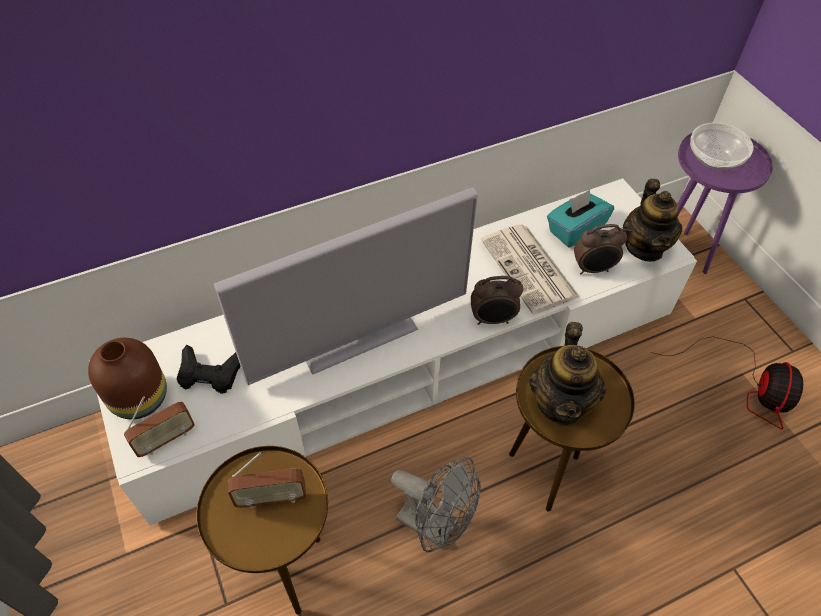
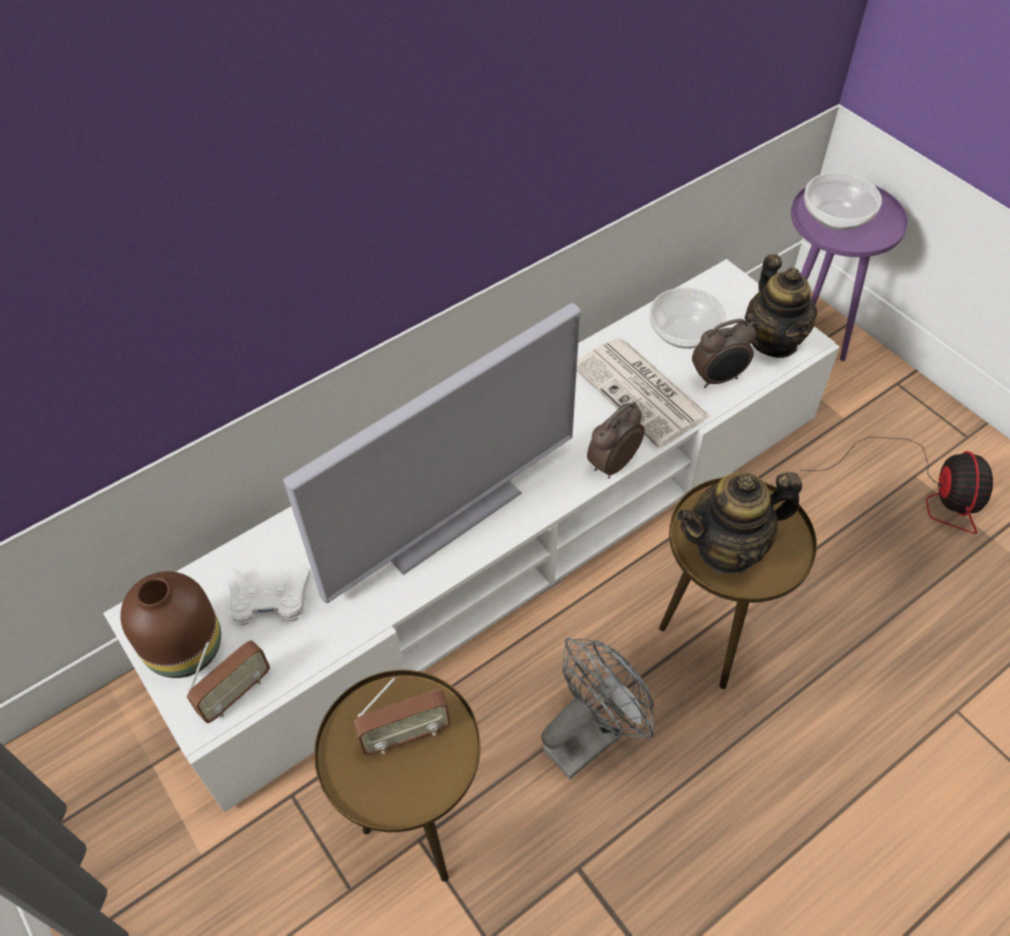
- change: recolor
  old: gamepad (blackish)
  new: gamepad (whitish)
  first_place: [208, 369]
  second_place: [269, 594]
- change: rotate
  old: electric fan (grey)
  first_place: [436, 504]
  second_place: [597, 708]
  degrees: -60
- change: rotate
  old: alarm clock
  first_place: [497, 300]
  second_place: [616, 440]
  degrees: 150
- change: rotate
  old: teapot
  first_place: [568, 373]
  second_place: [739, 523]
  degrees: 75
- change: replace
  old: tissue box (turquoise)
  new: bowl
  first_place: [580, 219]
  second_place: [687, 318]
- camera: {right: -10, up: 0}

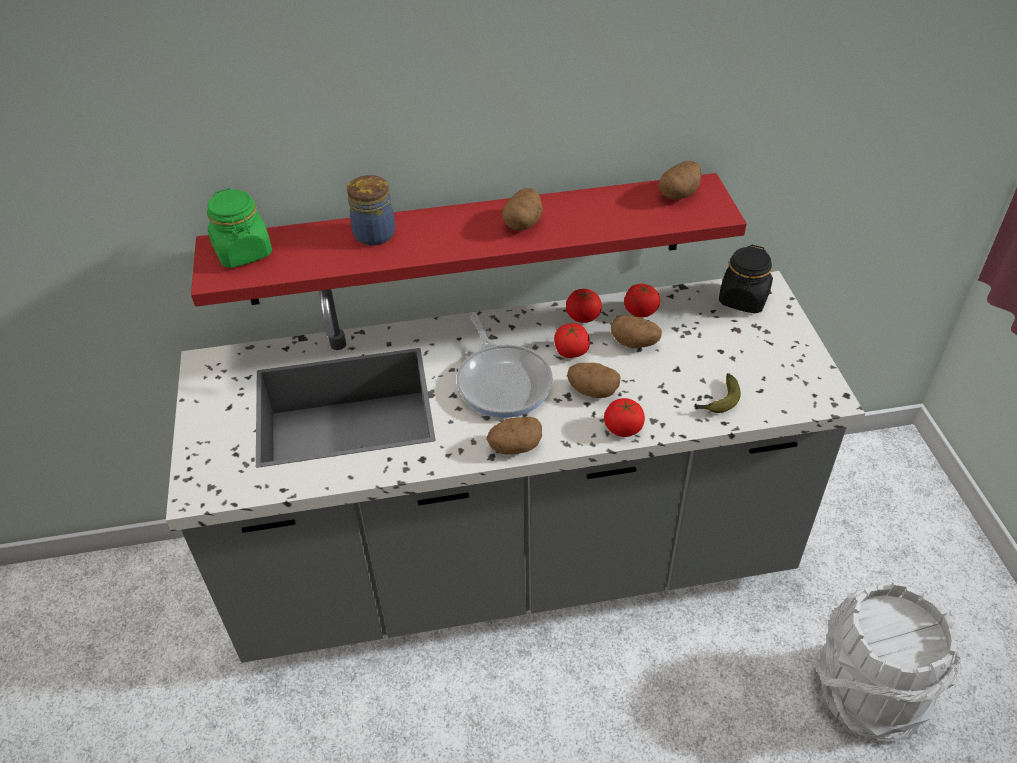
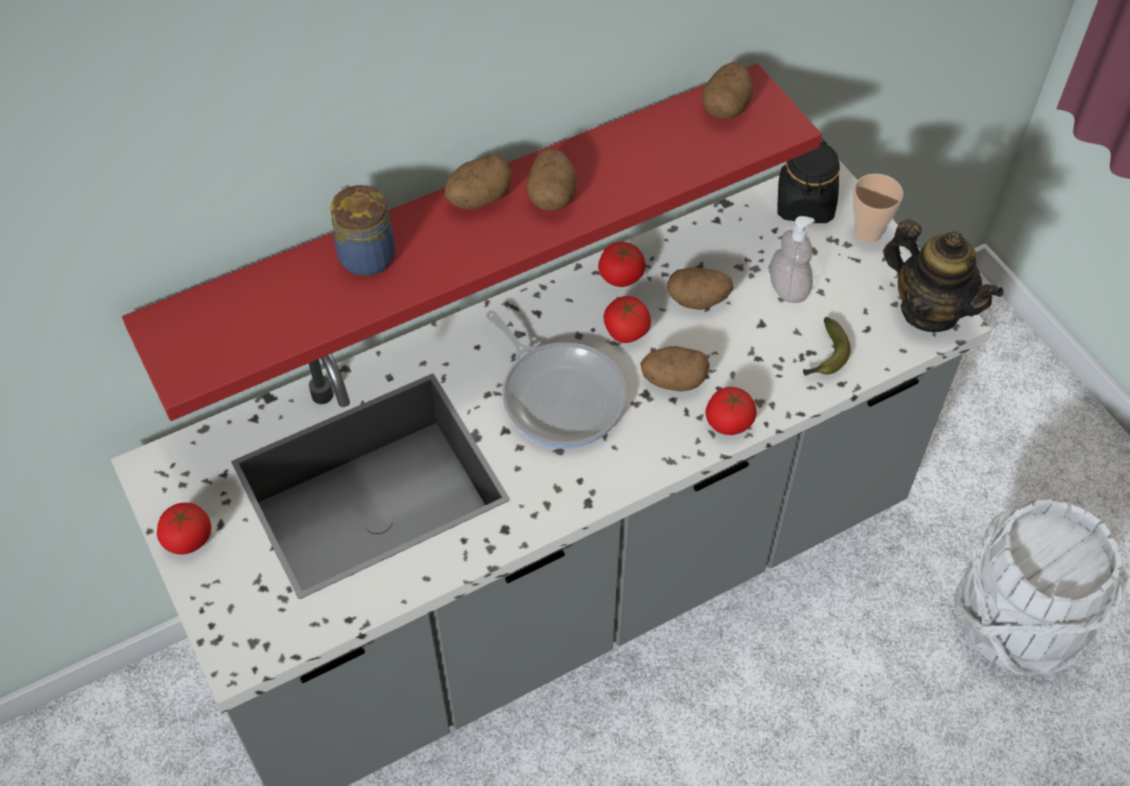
- change: delete
  old: storage jar (green)
  first_place: [239, 228]
- change: move
  old: potato
  first_place: [514, 436]
  second_place: [478, 182]
- change: move
  old: tomato
  first_place: [642, 300]
  second_place: [184, 529]
- change: insert
  new: soap bottle
  second_place: [792, 259]
- change: insert
  new: cup
  second_place: [878, 208]
- change: insert
  new: teapot
  second_place: [944, 275]
- camera: {right: -20, up: 10}

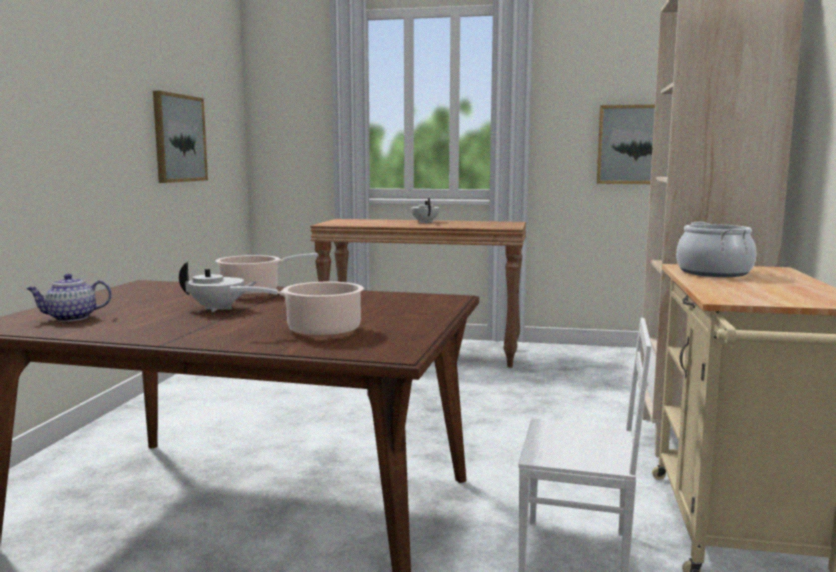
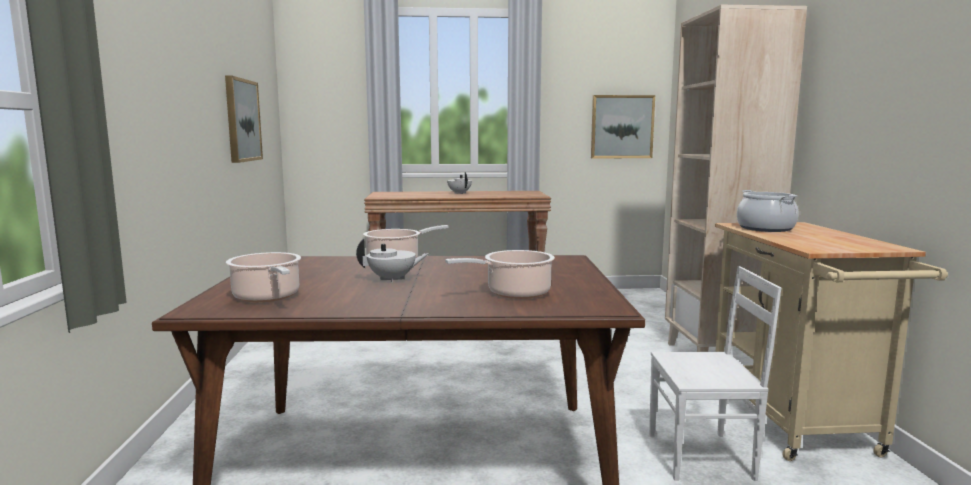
- change: replace
  old: teapot
  new: cooking pot
  first_place: [69, 298]
  second_place: [263, 277]
- camera: {right: -15, up: 0}

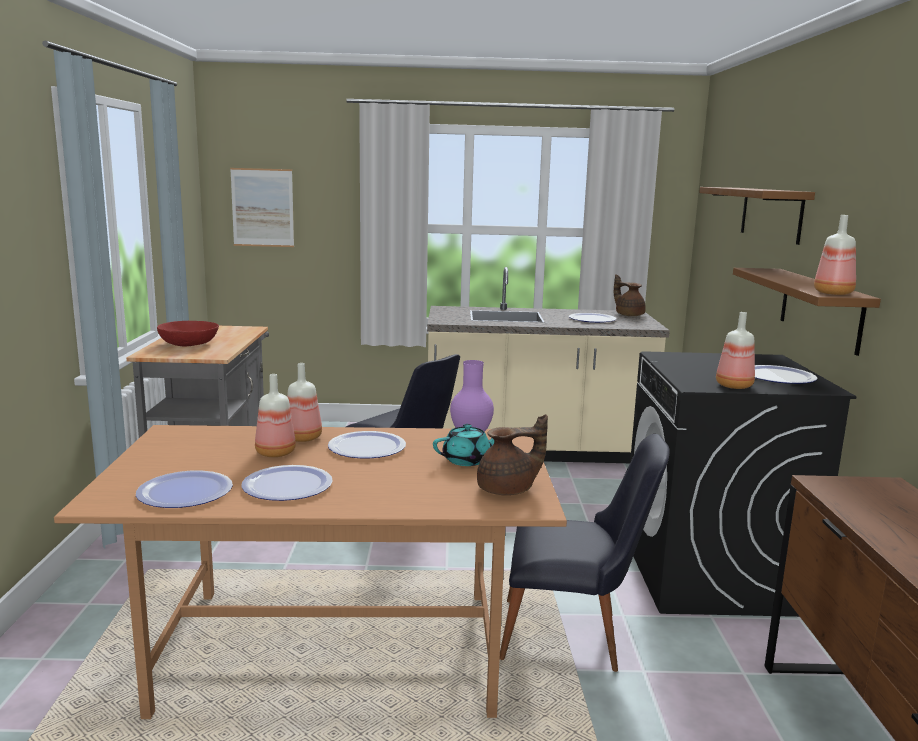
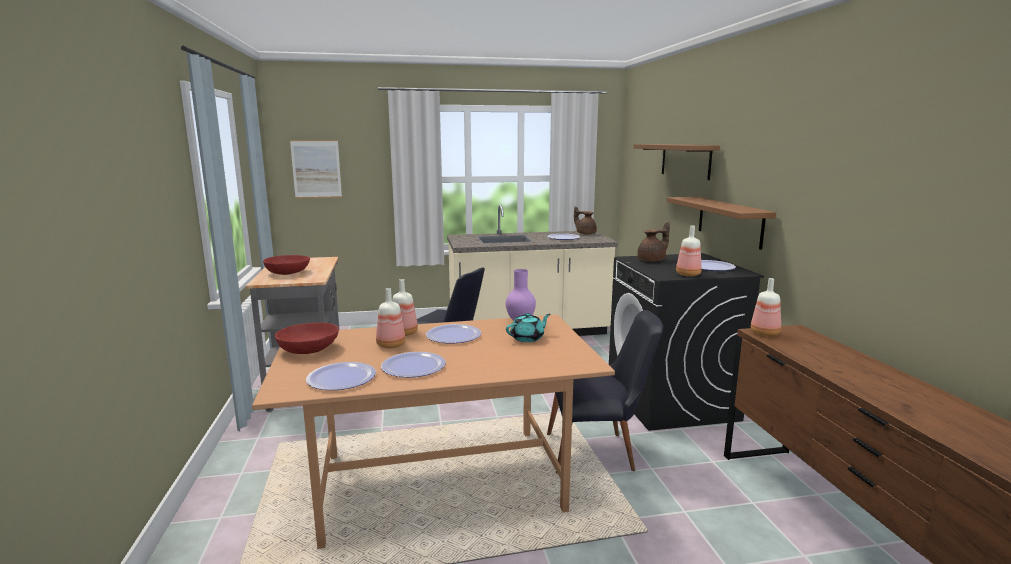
- change: move
  old: teapot (brownish)
  first_place: [512, 454]
  second_place: [653, 241]
- change: move
  old: drink bottle
  first_place: [835, 255]
  second_place: [766, 307]
- change: insert
  new: bowl (red-coloured)
  second_place: [307, 338]
- camera: {right: -10, up: 0}

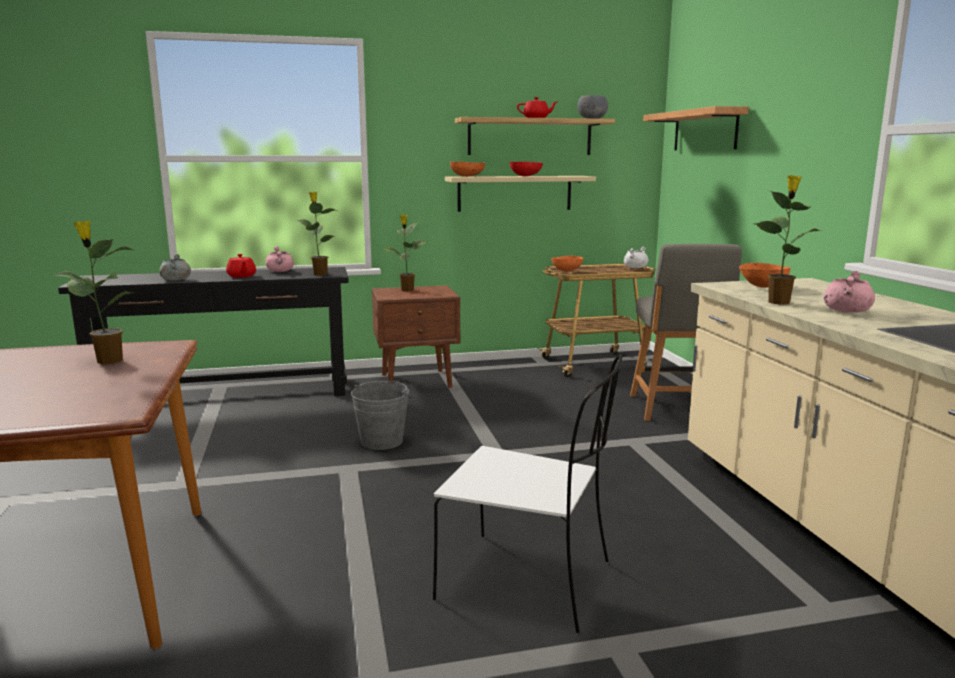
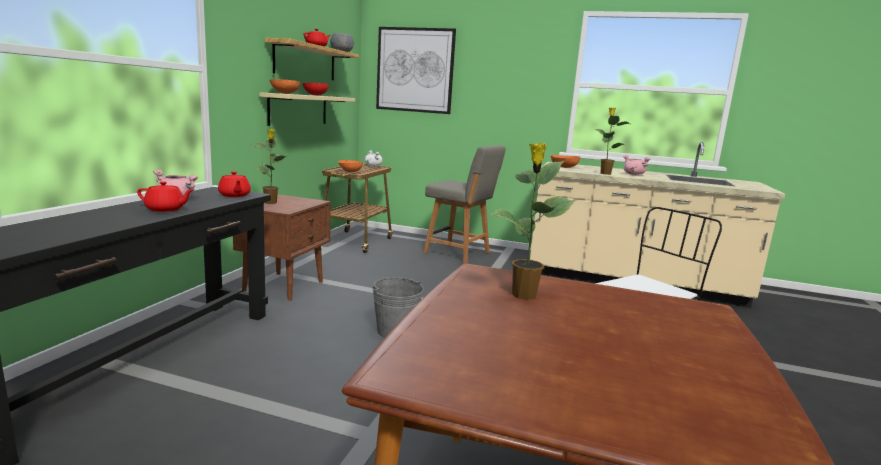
- change: delete
  old: cooking pot (grey)
  first_place: [175, 267]
- change: replace
  old: houseplant
  new: teapot (red-coloured)
  first_place: [317, 234]
  second_place: [234, 184]
- change: replace
  old: bracket shelf
  new: wall art
  first_place: [696, 128]
  second_place: [416, 70]
- camera: {right: -60, up: 0}

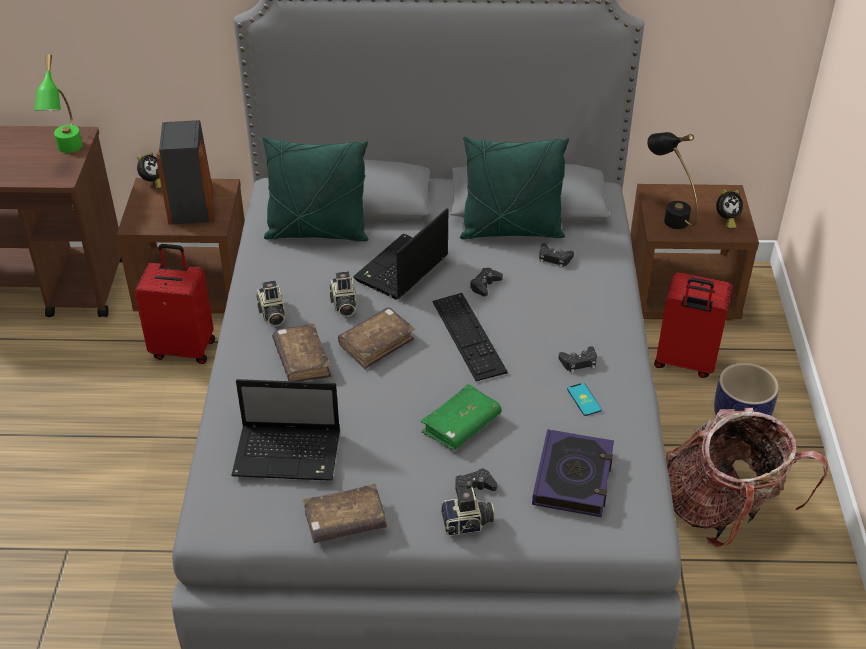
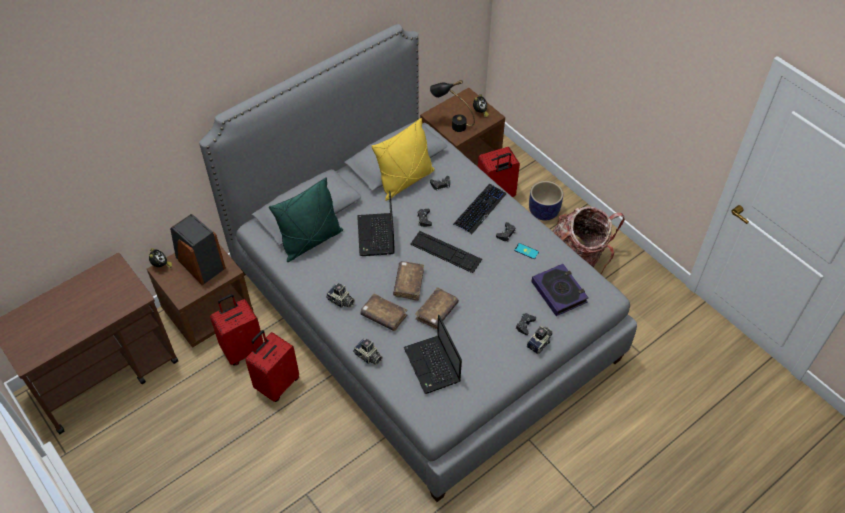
- change: delete
  old: tabletop lamp (green)
  first_place: [58, 103]
- change: rotate
  old: portable computer
  first_place: [285, 430]
  second_place: [433, 354]
  degrees: 105
- change: move
  old: book (brownish)
  first_place: [344, 513]
  second_place: [437, 308]
- change: move
  old: photo camera
  first_place: [343, 294]
  second_place: [367, 352]
- change: delete
  old: book (green)
  first_place: [461, 417]
- change: recolor
  old: throw pillow (green)
  new: throw pillow (yellowish)
  first_place: [514, 187]
  second_place: [403, 159]
- change: insert
  new: travel case (red-coloured)
  second_place: [272, 366]
- change: insert
  new: keyboard
  second_place: [480, 209]
- camera: {right: -40, up: 10}

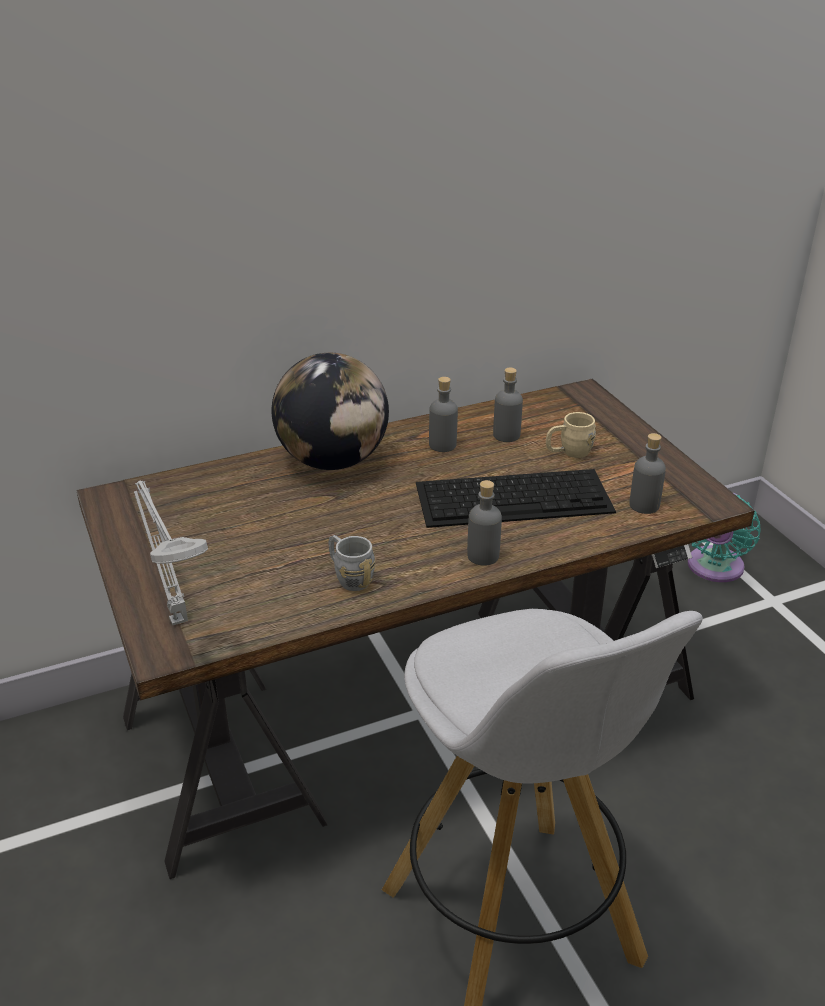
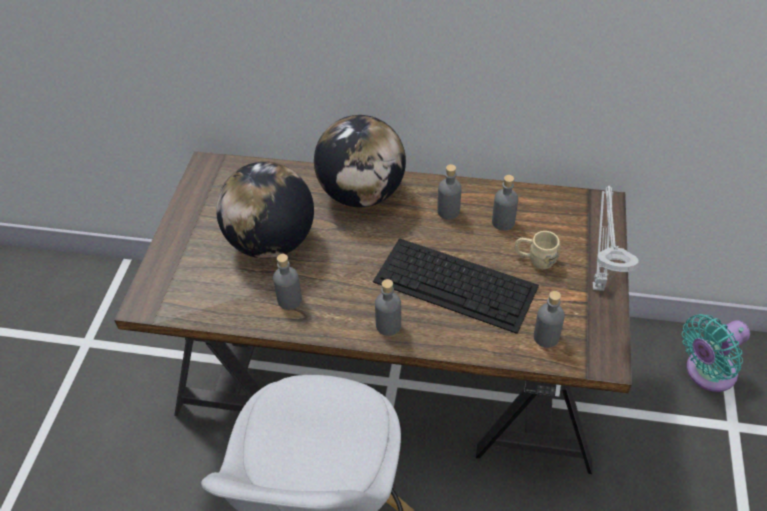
- change: move
  old: tabletop lamp (grey)
  first_place: [171, 552]
  second_place: [615, 238]
- change: replace
  old: coffee mug (grey)
  new: drink bottle (grey)
  first_place: [352, 563]
  second_place: [287, 282]
- change: insert
  new: world globe
  second_place: [265, 210]
- camera: {right: 35, up: 15}

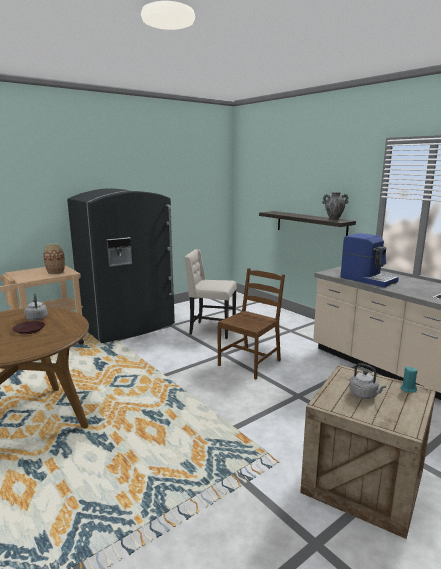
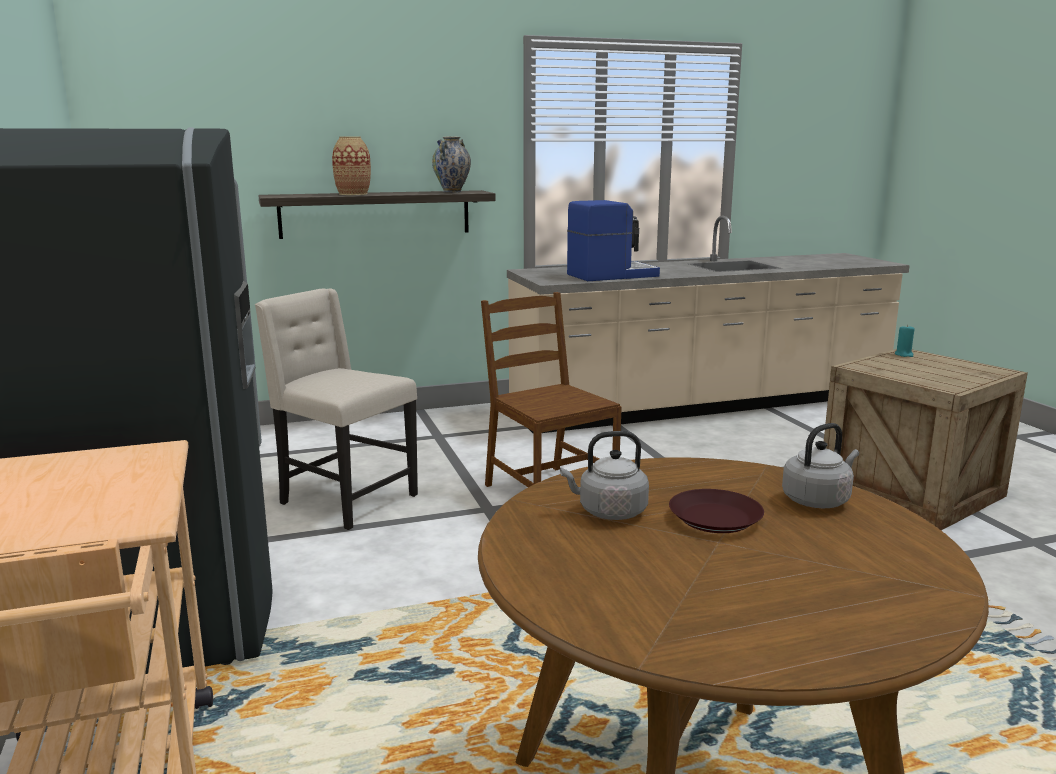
- change: move
  old: flower vase
  first_place: [54, 259]
  second_place: [351, 166]
- change: rotate
  old: upright chair (beige)
  first_place: [210, 294]
  second_place: [336, 409]
  degrees: 90
- change: move
  old: kettle (grey)
  first_place: [368, 381]
  second_place: [820, 465]
- camera: {right: -70, up: 0}

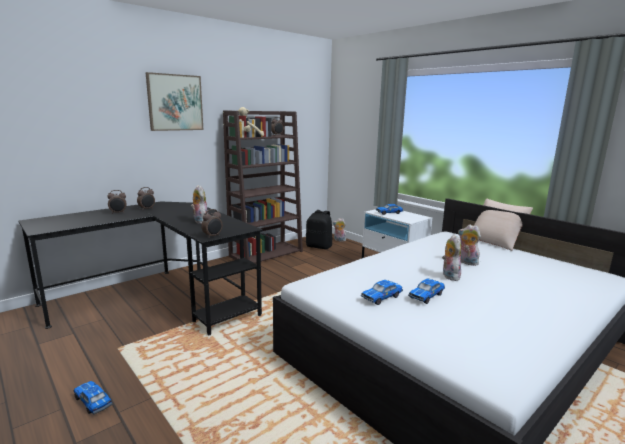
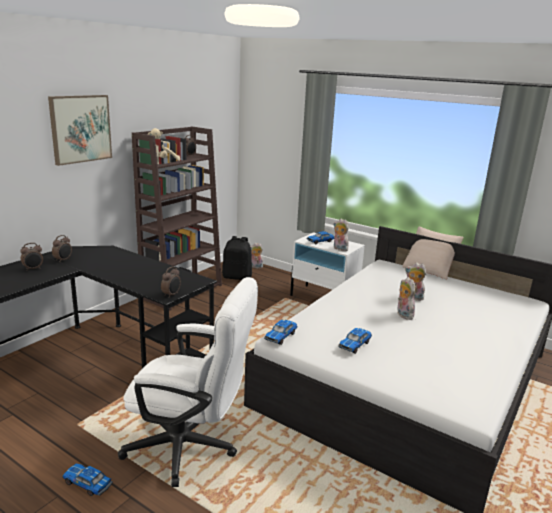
- change: move
  old: soft toy
  first_place: [199, 204]
  second_place: [341, 235]
- change: move
  old: miniature car
  first_place: [426, 291]
  second_place: [280, 332]
- change: insert
  new: computer chair (whitish)
  second_place: [188, 382]
- camera: {right: -15, up: 5}

